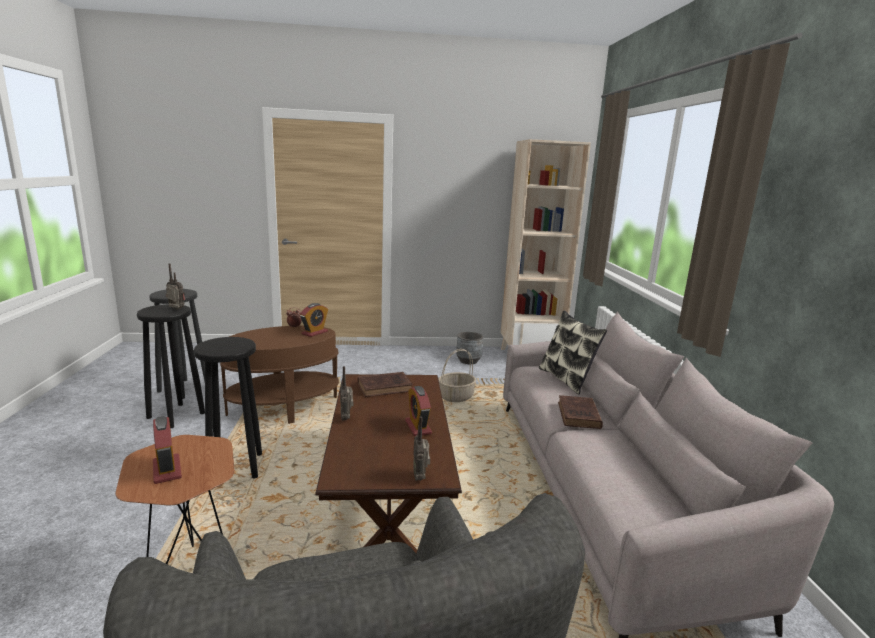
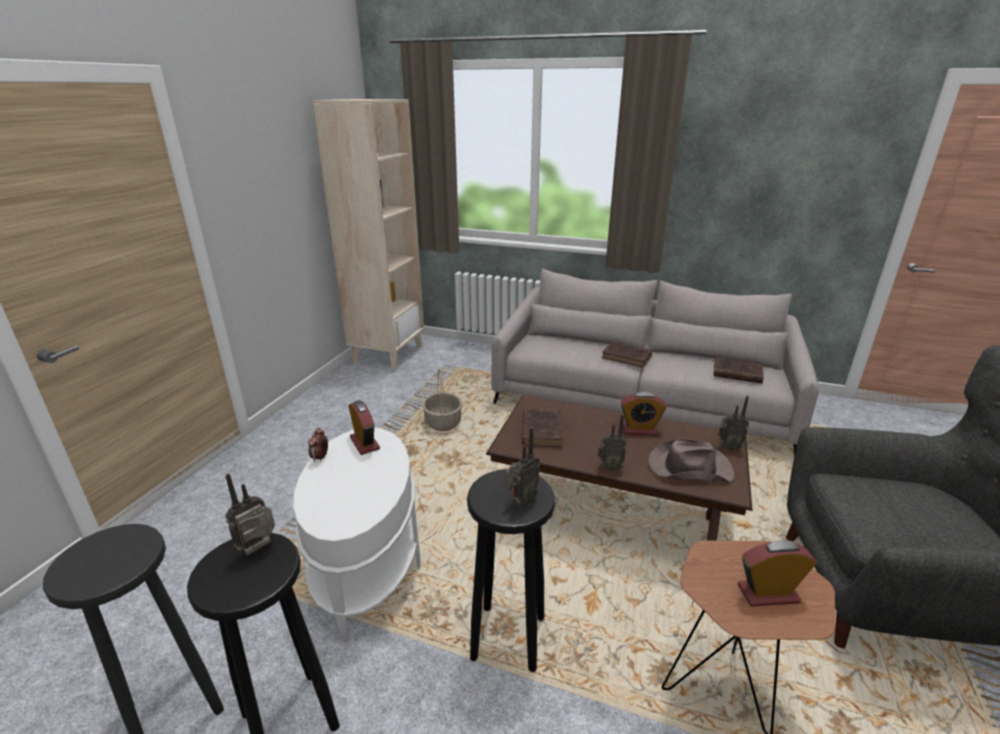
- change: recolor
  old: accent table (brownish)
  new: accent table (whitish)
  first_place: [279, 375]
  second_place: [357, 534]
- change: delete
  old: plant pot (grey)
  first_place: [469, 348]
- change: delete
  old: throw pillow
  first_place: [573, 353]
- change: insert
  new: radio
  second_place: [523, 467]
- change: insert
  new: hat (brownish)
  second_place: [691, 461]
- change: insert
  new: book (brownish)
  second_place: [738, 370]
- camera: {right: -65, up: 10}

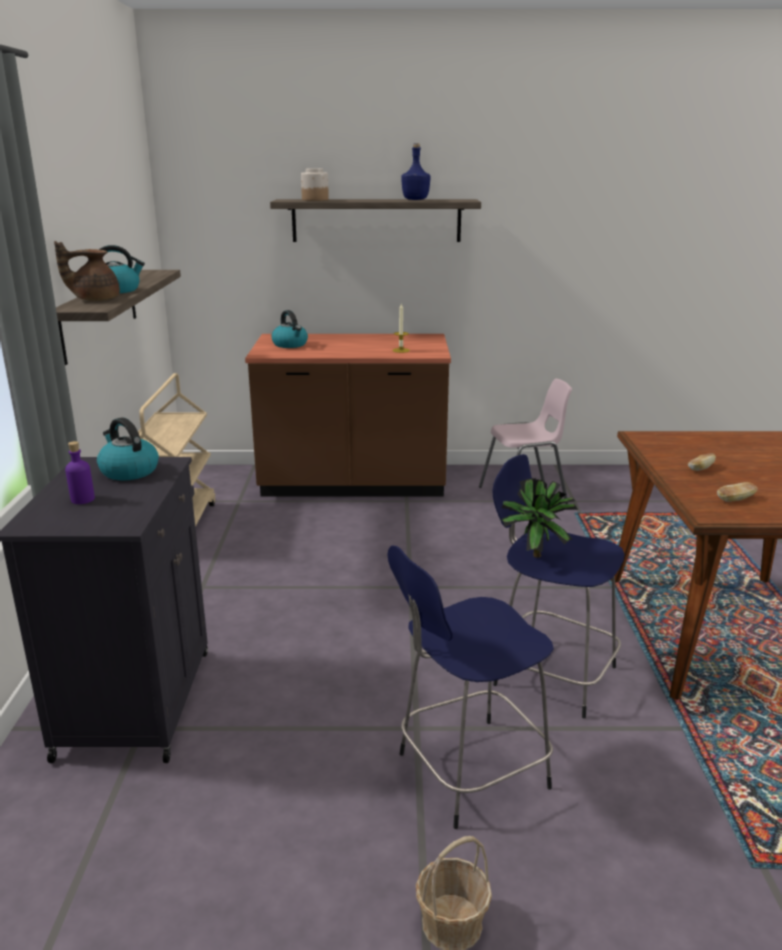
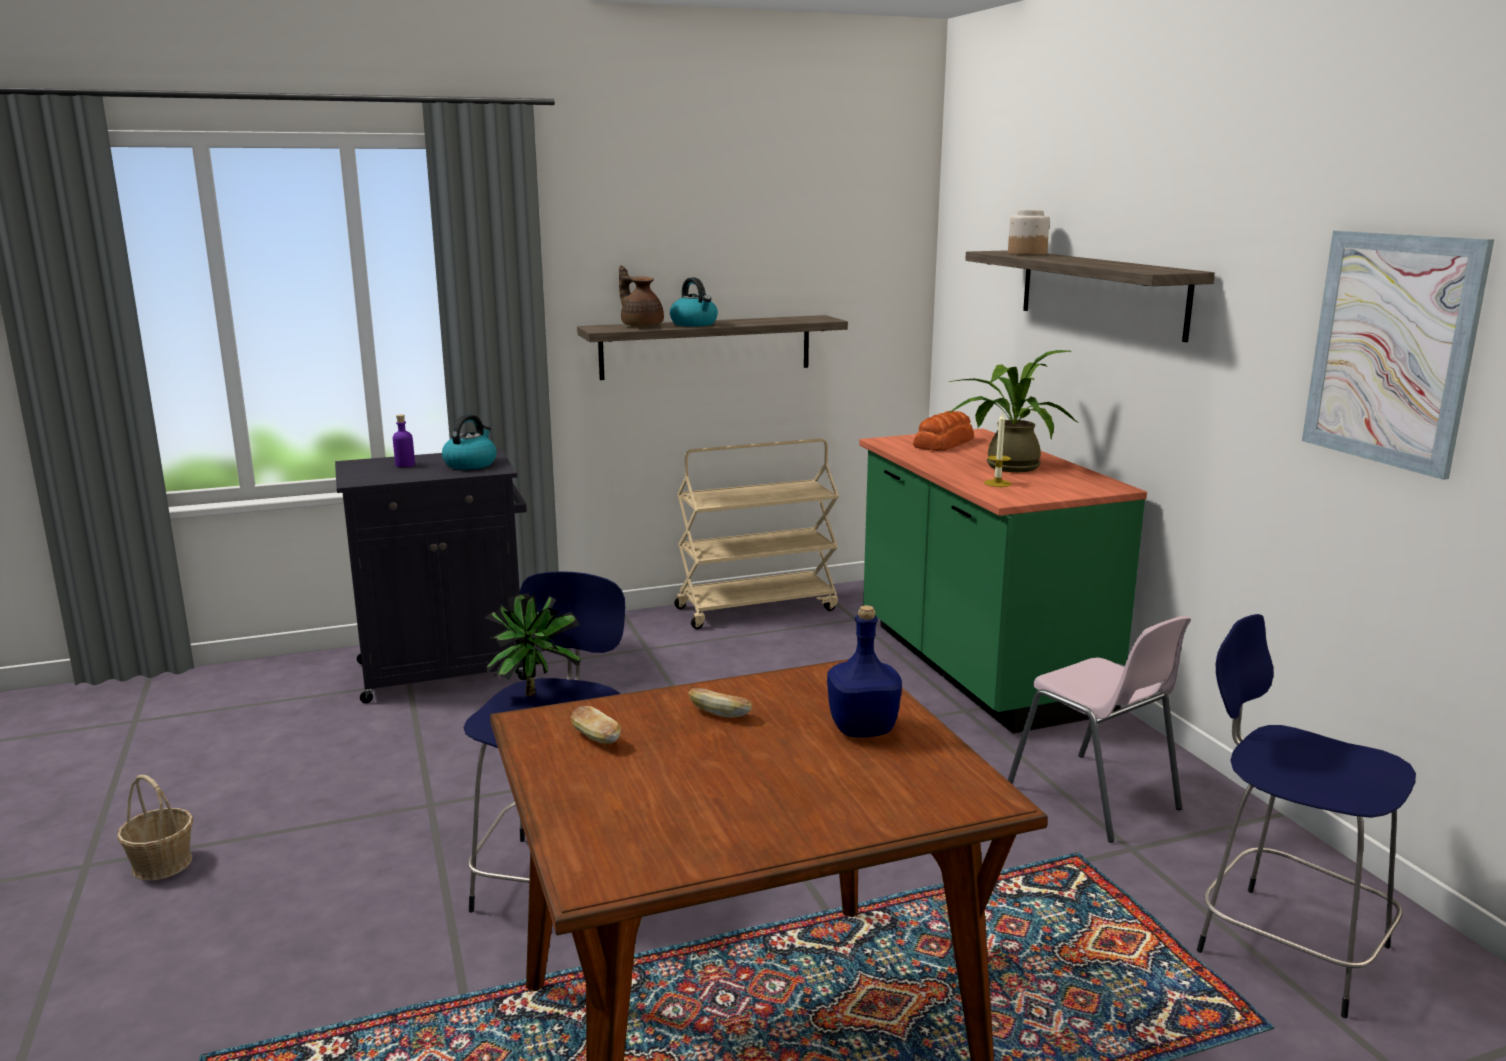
- change: recolor
  old: kitchen base unit (brownish)
  new: kitchen base unit (green)
  first_place: [348, 415]
  second_place: [1003, 581]
- change: replace
  old: kettle
  new: baked bread
  first_place: [289, 329]
  second_place: [943, 431]
- change: move
  old: stool seat (blue-coloured)
  first_place: [470, 687]
  second_place: [1306, 816]
- change: move
  old: drink bottle (blue-coloured)
  first_place: [415, 171]
  second_place: [864, 671]
- change: insert
  new: houseplant
  second_place: [1012, 411]
- change: insert
  new: wall art
  second_place: [1398, 355]
- camera: {right: 70, up: -5}

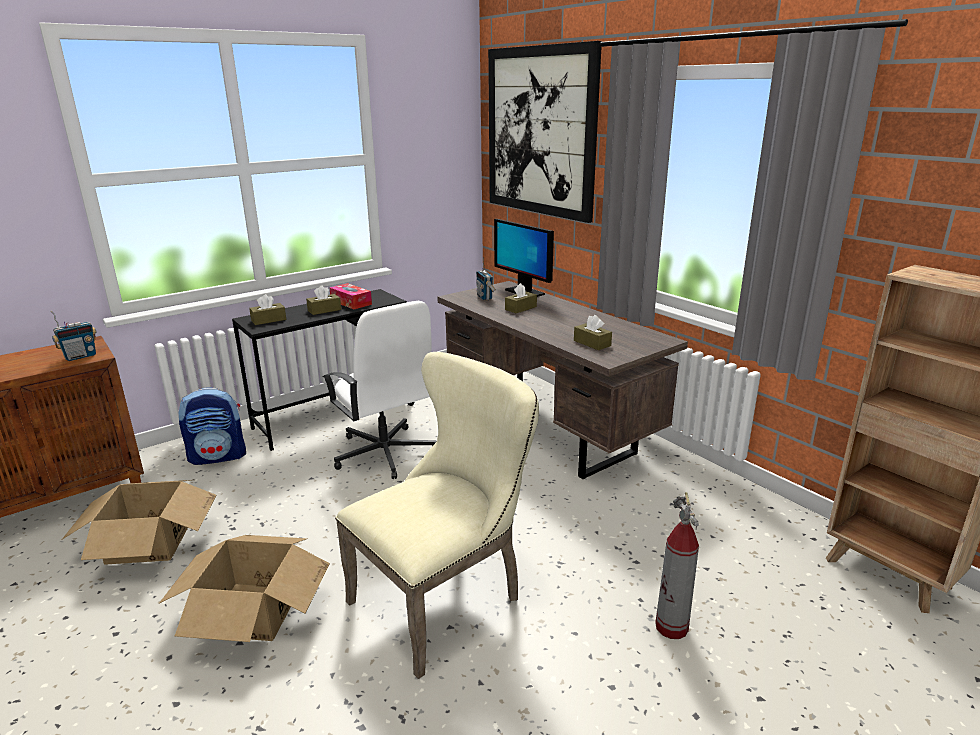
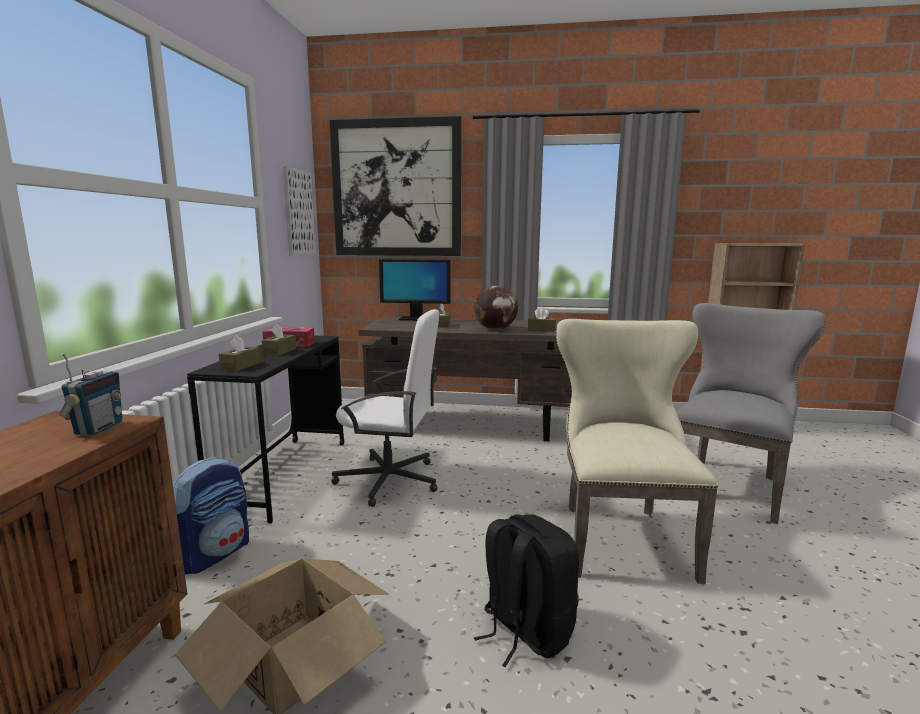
- change: replace
  old: carton
  new: backpack (blackish)
  first_place: [244, 588]
  second_place: [526, 590]
- change: delete
  old: radio
  first_place: [486, 278]
- change: replace
  old: extinguisher
  new: upright chair (grey)
  first_place: [677, 565]
  second_place: [751, 413]
- change: insert
  new: wall art
  second_place: [299, 210]
- change: insert
  new: world globe
  second_place: [496, 308]
- camera: {right: -45, up: -10}

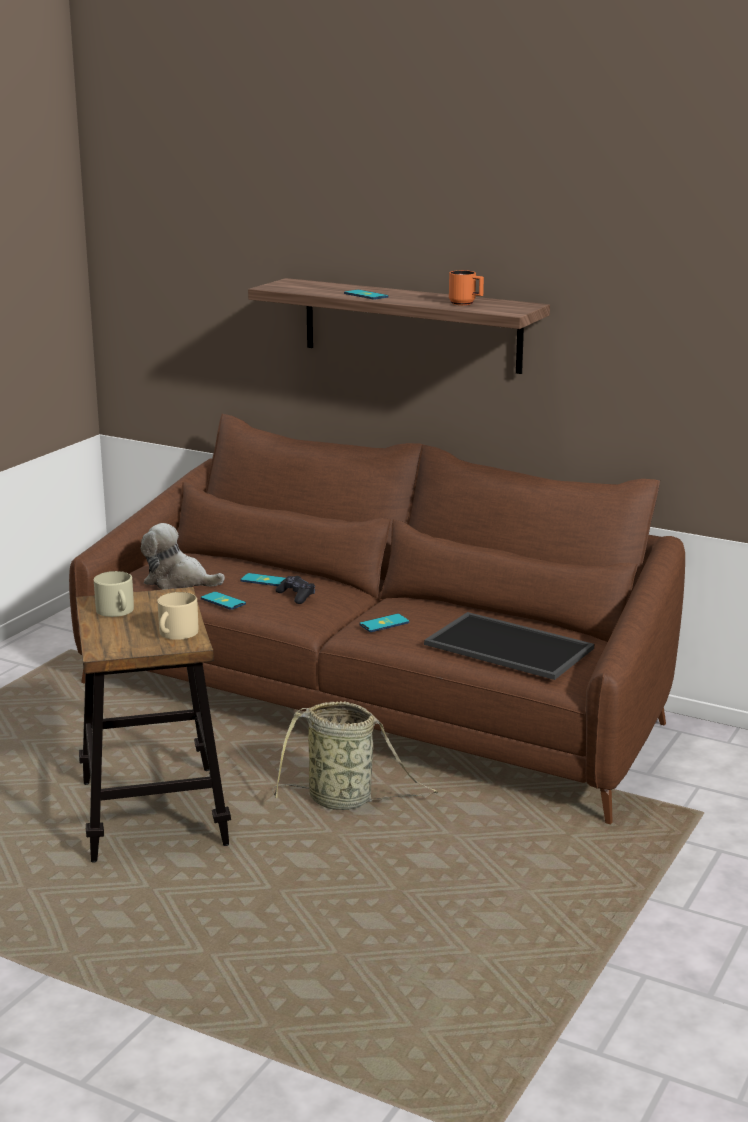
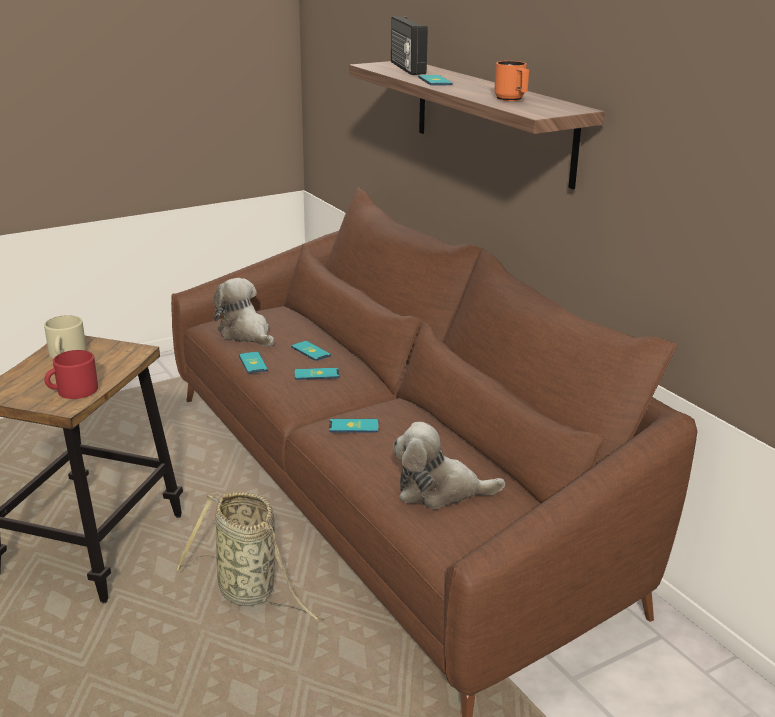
- change: recolor
  old: coffee mug (beige)
  new: coffee mug (red-coloured)
  first_place: [177, 616]
  second_place: [71, 374]
- change: replace
  old: gamepad (blackish)
  new: telephone
  first_place: [295, 590]
  second_place: [317, 374]
- change: replace
  old: carrying tray
  new: soft toy
  first_place: [509, 646]
  second_place: [449, 465]
- change: insert
  new: radio
  second_place: [409, 46]
- camera: {right: 30, up: 5}

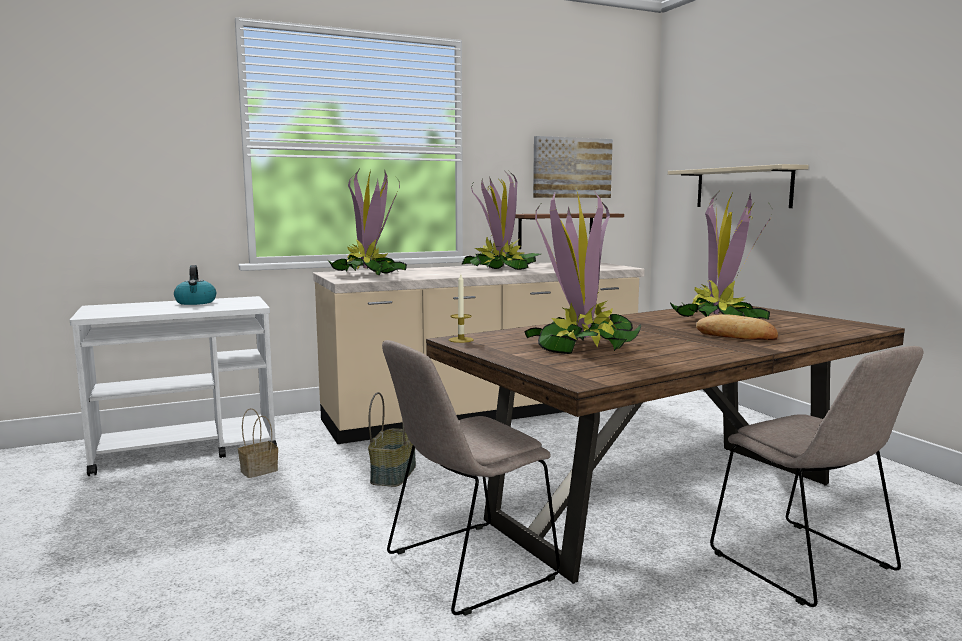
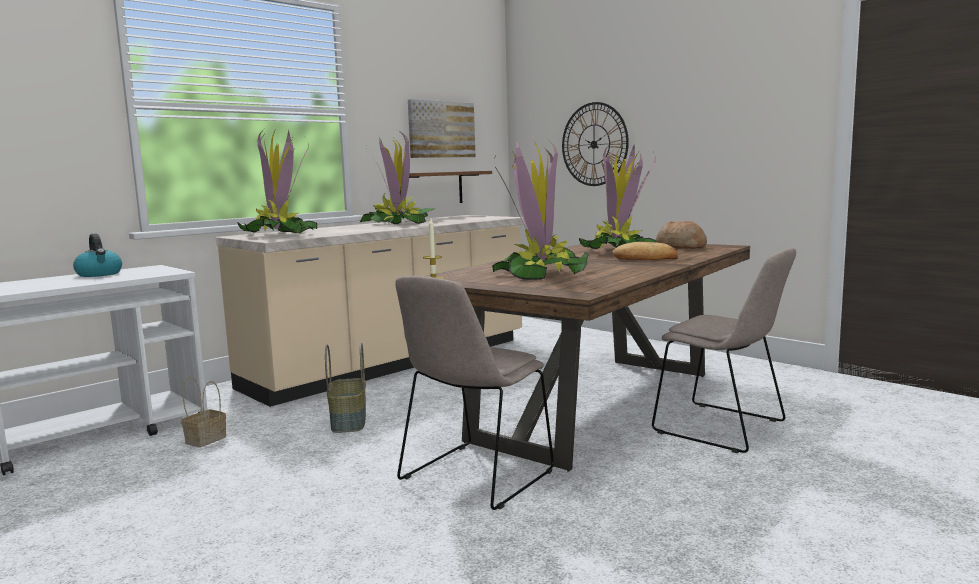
- change: replace
  old: bracket shelf (beige)
  new: wall clock
  first_place: [738, 186]
  second_place: [595, 144]
- change: insert
  new: baked bread
  second_place: [681, 235]
- camera: {right: -20, up: 0}

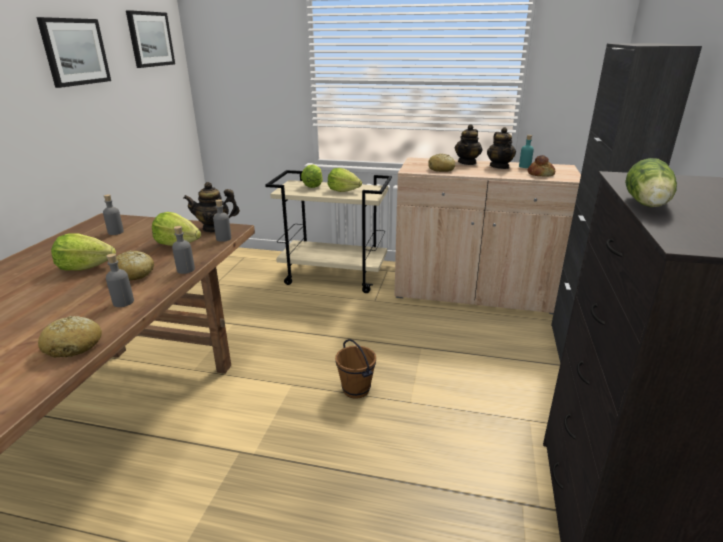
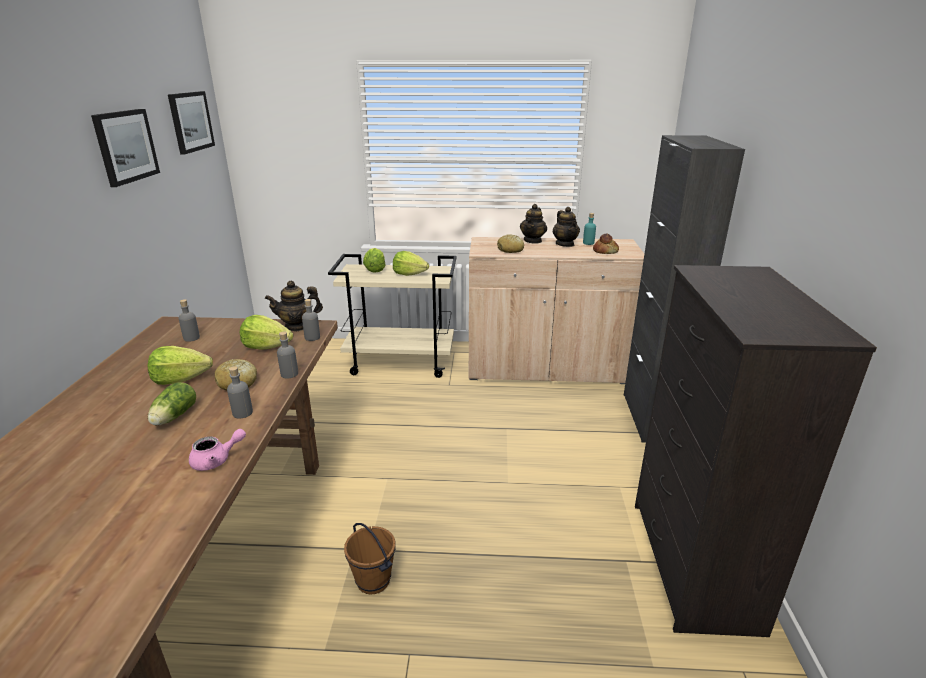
- change: replace
  old: baked bread
  new: teapot (pink-coloured)
  first_place: [70, 337]
  second_place: [217, 450]
- change: move
  old: pail (brownish)
  first_place: [355, 369]
  second_place: [370, 559]
- change: move
  old: lettuce head
  first_place: [651, 182]
  second_place: [172, 403]
- camera: {right: -10, up: 0}

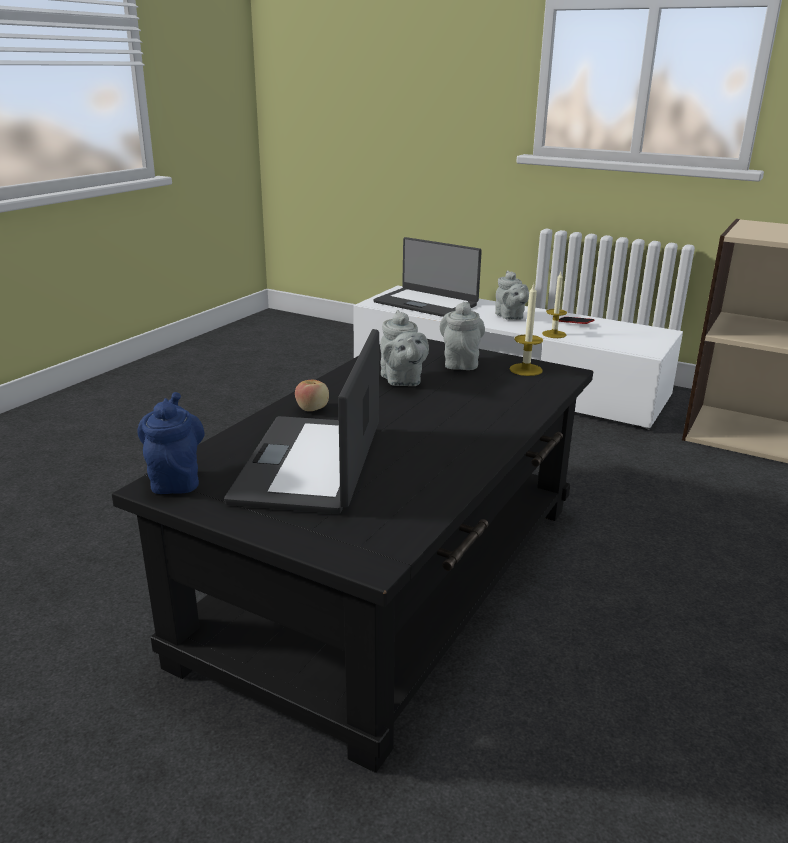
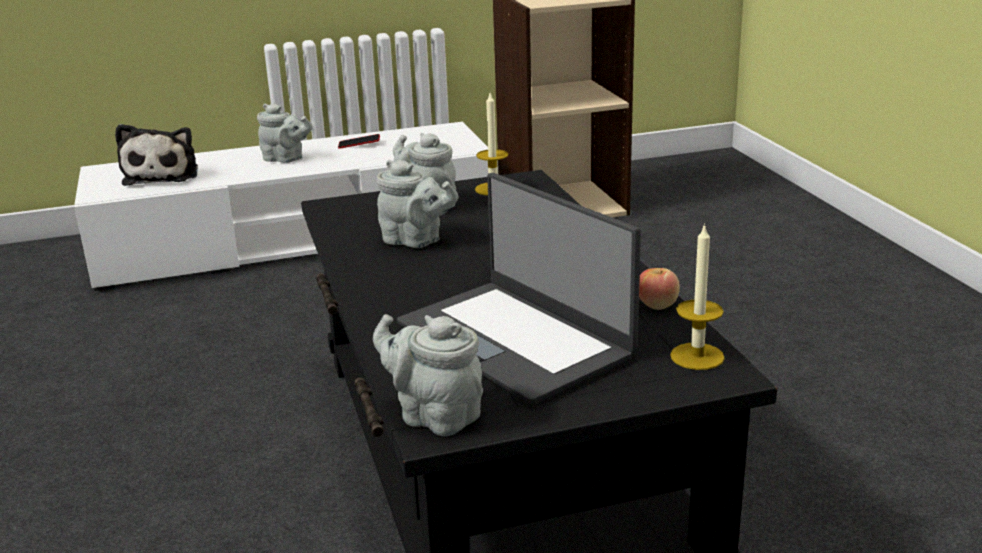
- change: recolor
  old: teapot (blue-coloured)
  new: teapot (grey)
  first_place: [170, 443]
  second_place: [428, 375]
- change: move
  old: apple fruit
  first_place: [312, 395]
  second_place: [659, 289]
- change: replace
  old: portable computer
  new: soft toy
  first_place: [427, 277]
  second_place: [156, 155]
- change: move
  old: wax candle
  first_place: [554, 305]
  second_place: [697, 296]
- camera: {right: -45, up: 0}

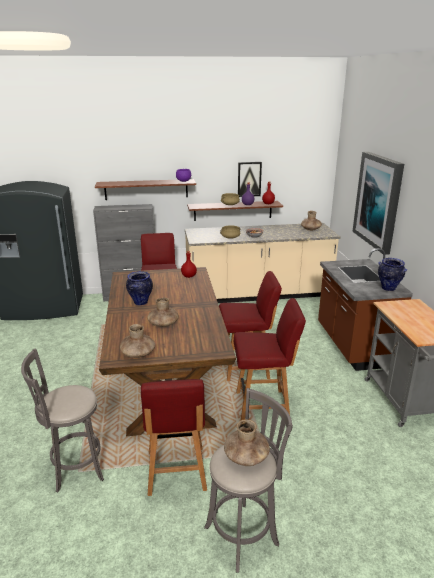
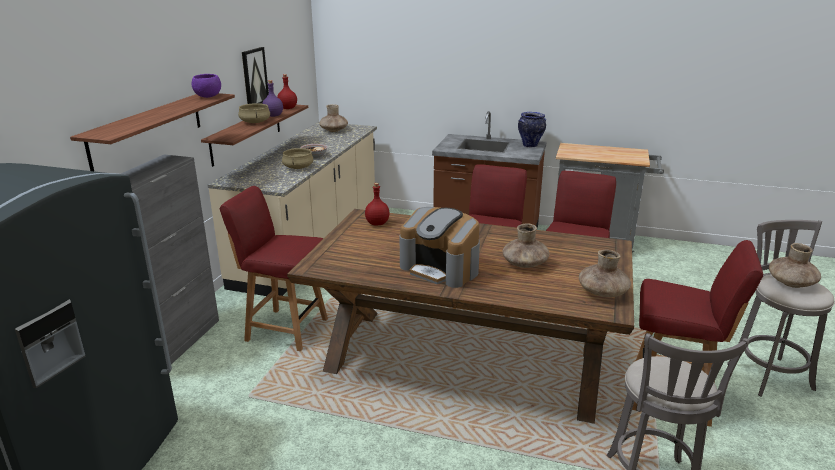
- change: replace
  old: flower vase
  new: coffee maker
  first_place: [139, 288]
  second_place: [439, 247]
- change: delete
  old: wall art
  first_place: [378, 203]
- camera: {right: -65, up: 0}

